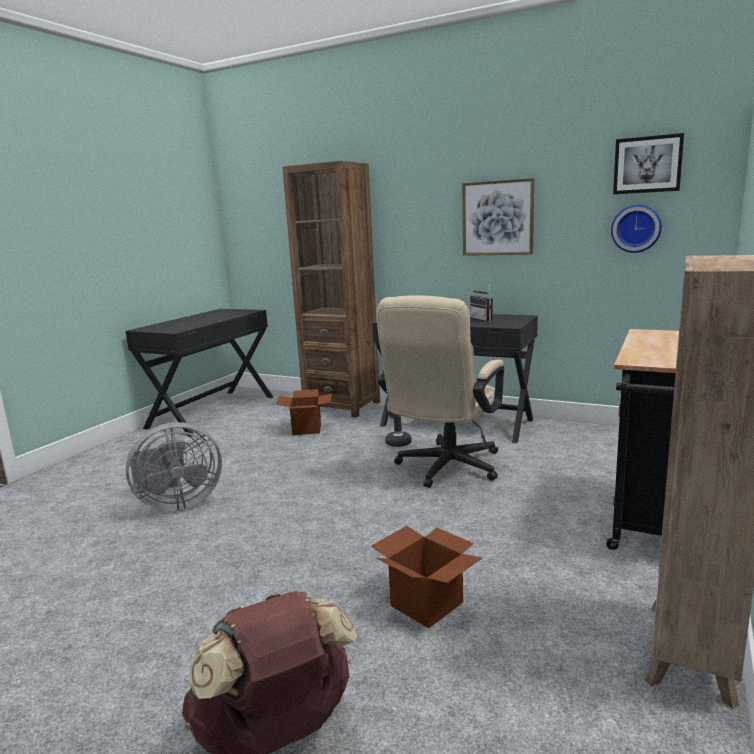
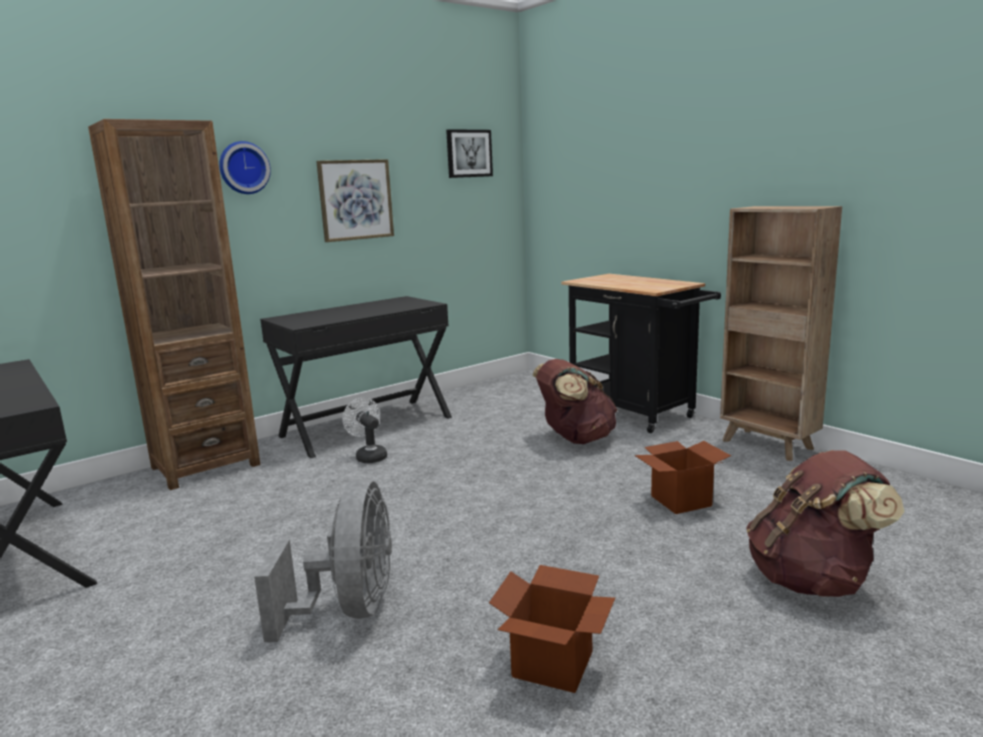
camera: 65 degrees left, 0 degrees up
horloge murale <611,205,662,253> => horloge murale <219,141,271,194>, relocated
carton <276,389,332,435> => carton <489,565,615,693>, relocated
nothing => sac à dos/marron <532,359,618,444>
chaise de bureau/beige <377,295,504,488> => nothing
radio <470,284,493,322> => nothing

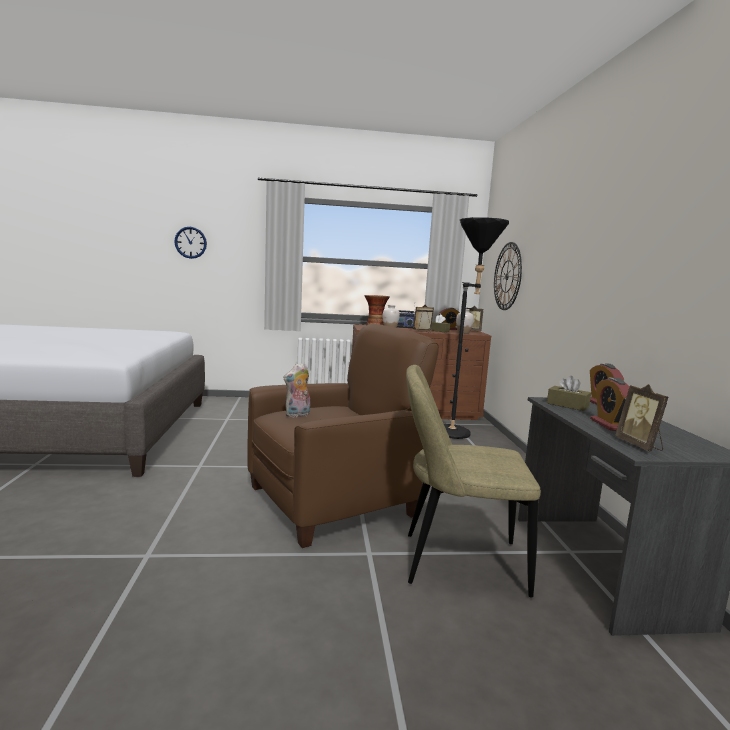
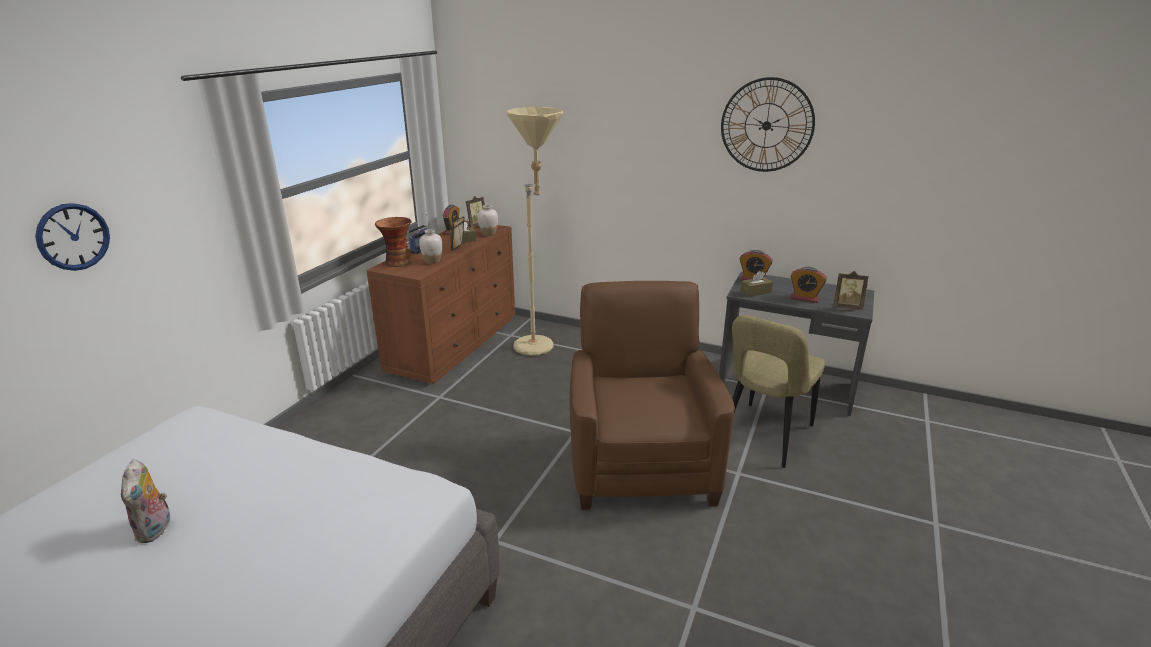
camera: 60 degrees left, 15 degrees up
peluche <283,363,310,417> => peluche <121,459,170,543>, relocated
lampadaire/noir <444,217,509,439> => lampadaire/beige <507,107,563,356>
horloge murale <494,242,522,310> => horloge murale <721,77,815,172>, relocated

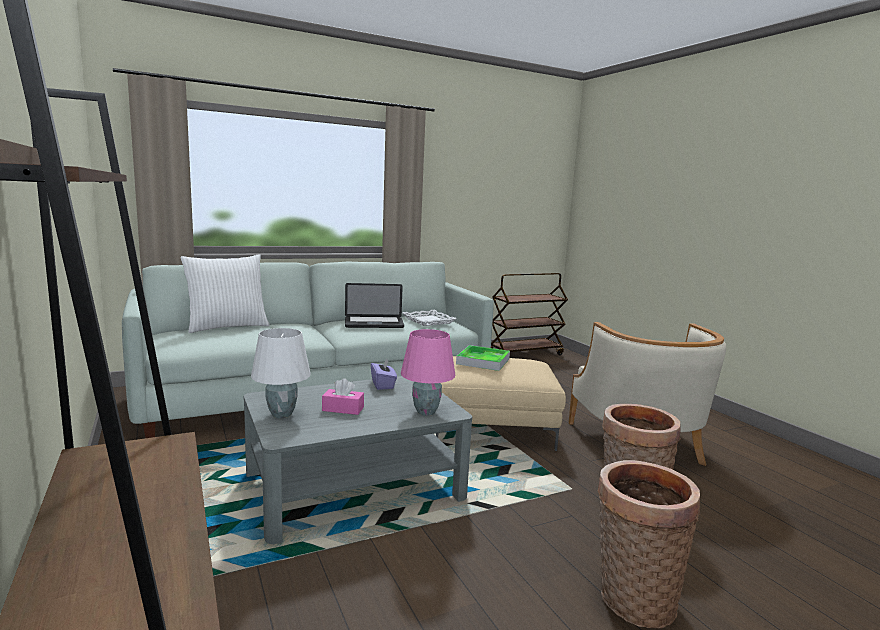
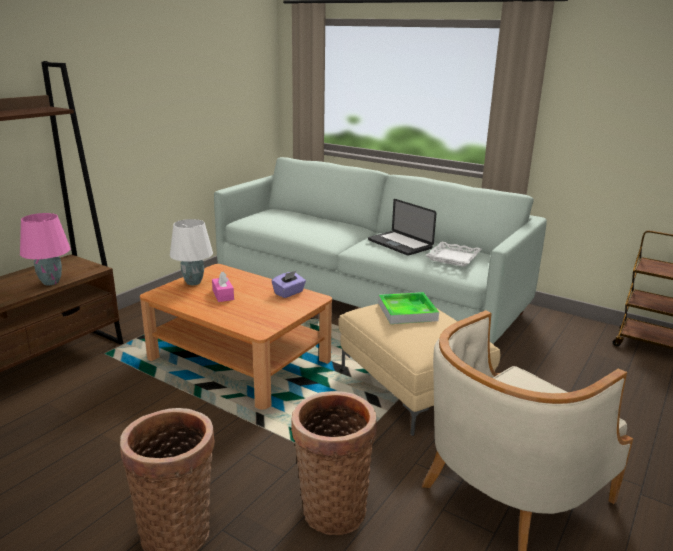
camera: 60 degrees right, 10 degrees up
lampe de table/rose <401,329,455,416> => lampe de table/rose <20,213,70,285>, relocated
table basse/gris <244,376,472,544> => table basse/marron <140,264,332,410>
coussin/blanc <181,254,270,333> => nothing

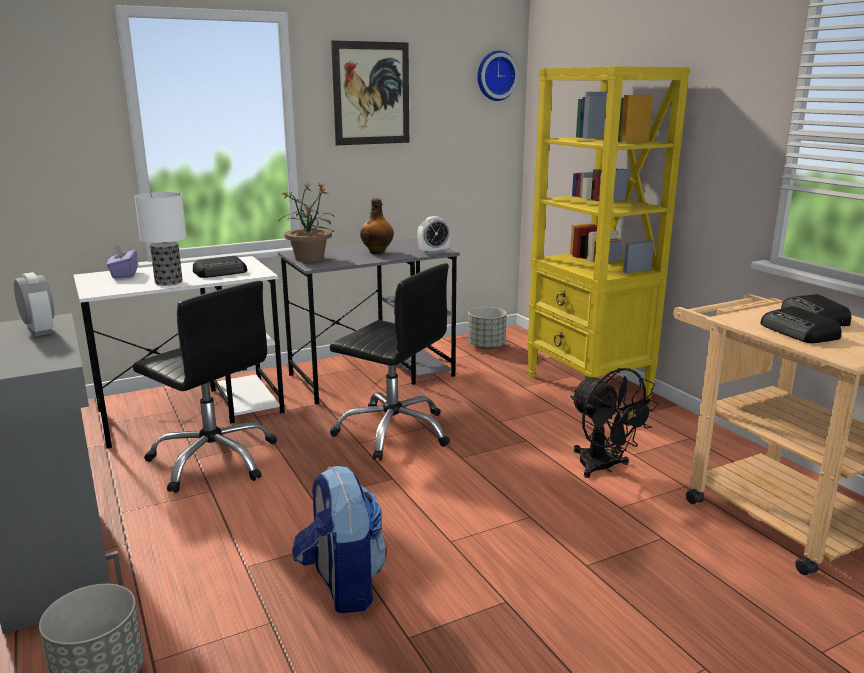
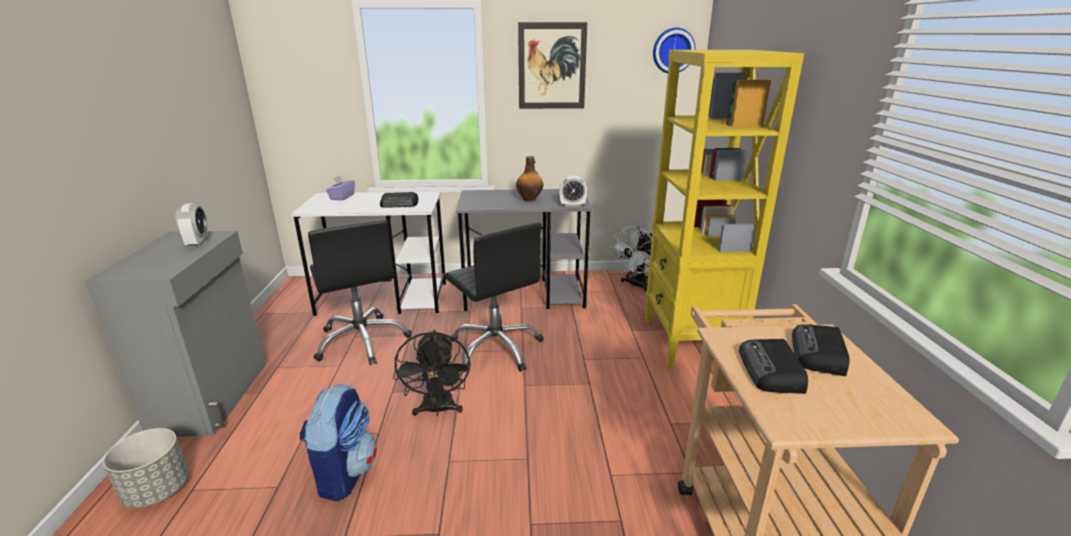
camera: 25 degrees right, 5 degrees up
ventilateur/noir <570,368,659,478> => ventilateur/noir <393,330,470,416>, relocated
cache-pot/gris <468,307,507,349> => ventilateur/blanc <610,226,652,292>
lampe de table <134,192,187,286> => nothing
plante en pot <279,182,335,262> => nothing

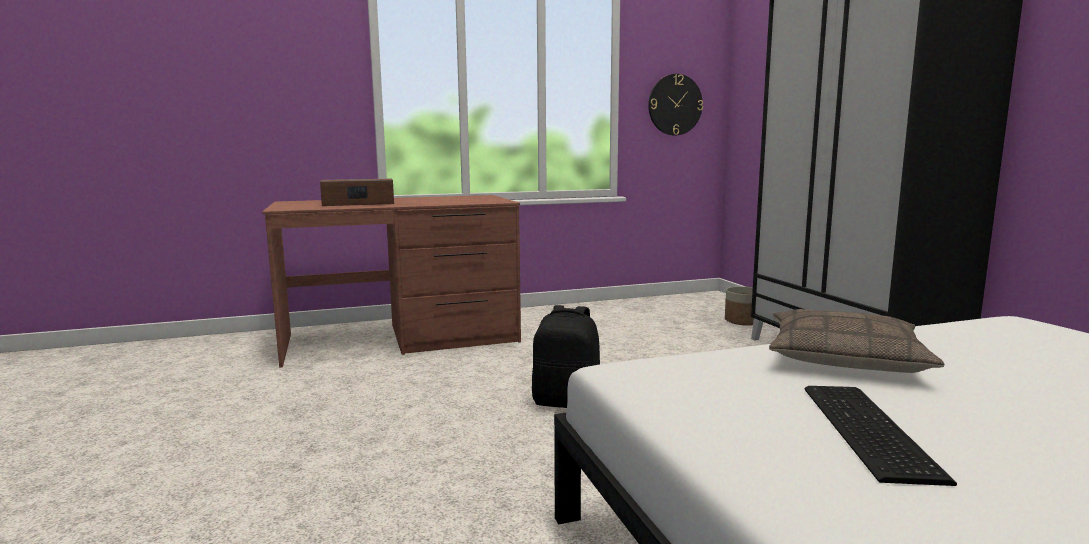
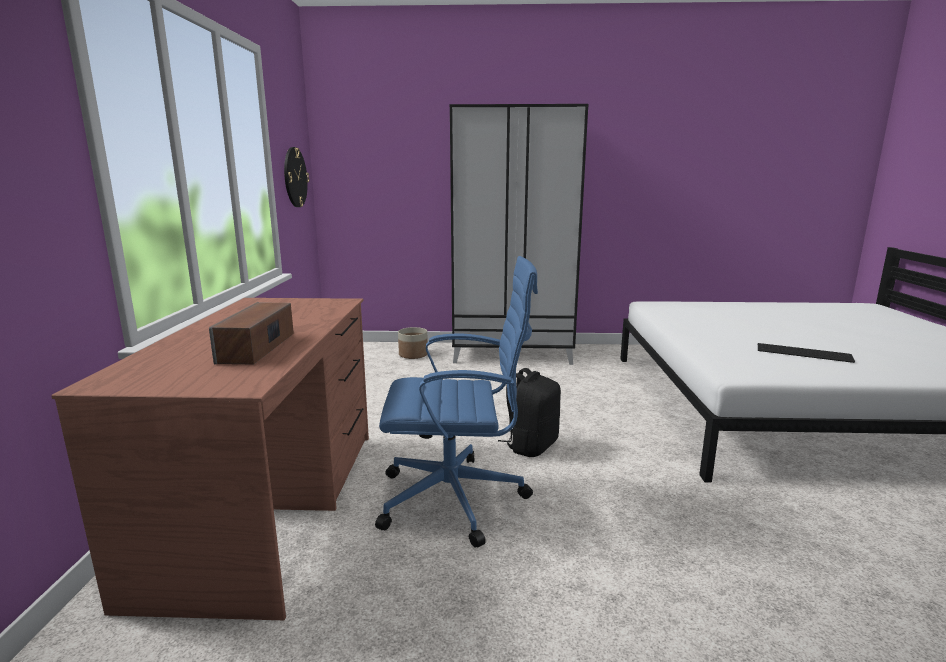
camera: 70 degrees left, 5 degrees up
nothing => chaise de bureau/bleu <375,256,538,548>
coussin <769,309,944,373> => nothing

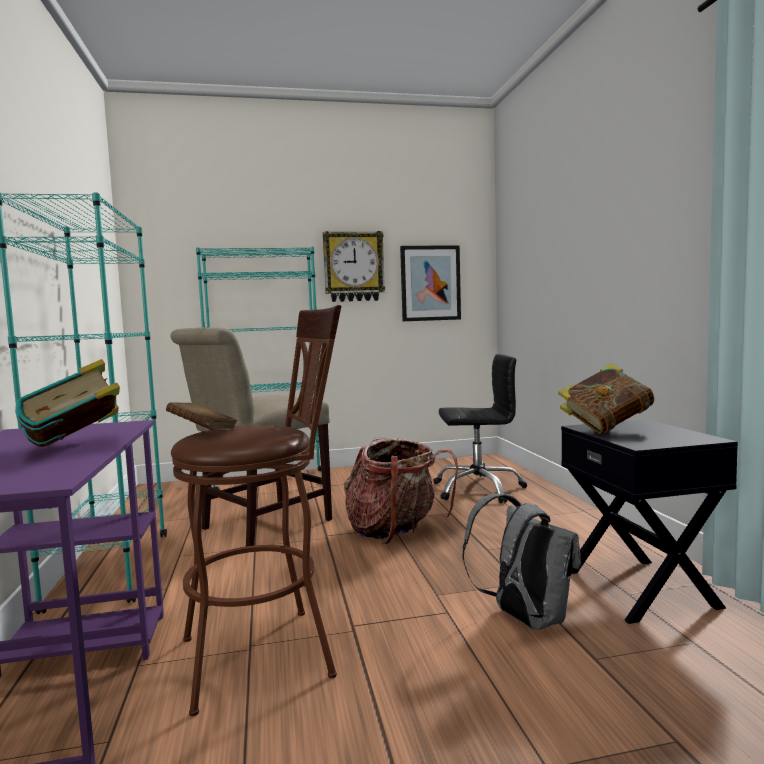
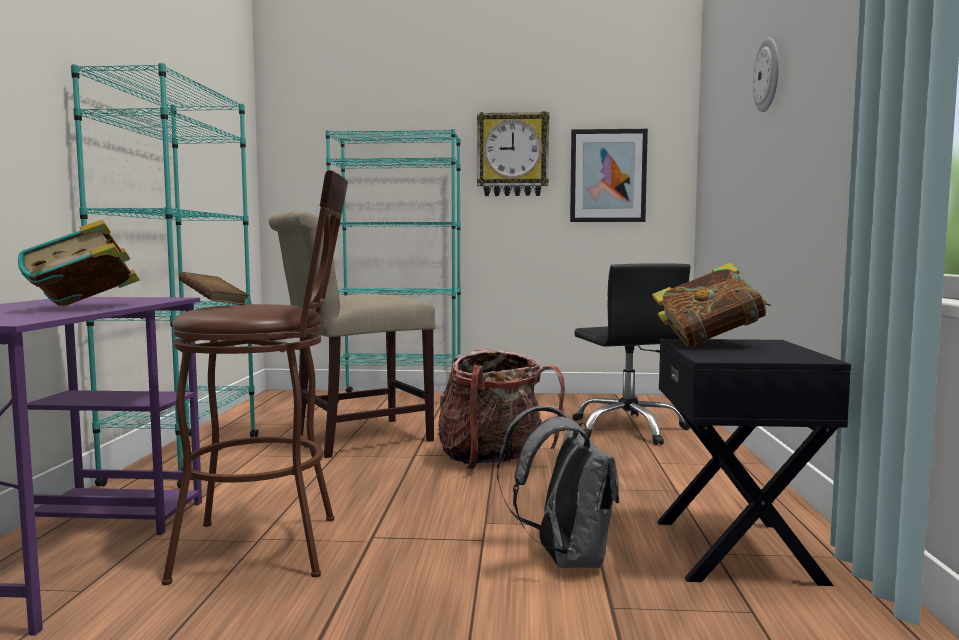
camera: 15 degrees right, 0 degrees up
chaise de bureau/noir <433,354,527,503> => chaise de bureau/noir <573,263,691,445>, 60 degrees clockwise
nothing => horloge murale <753,38,779,112>

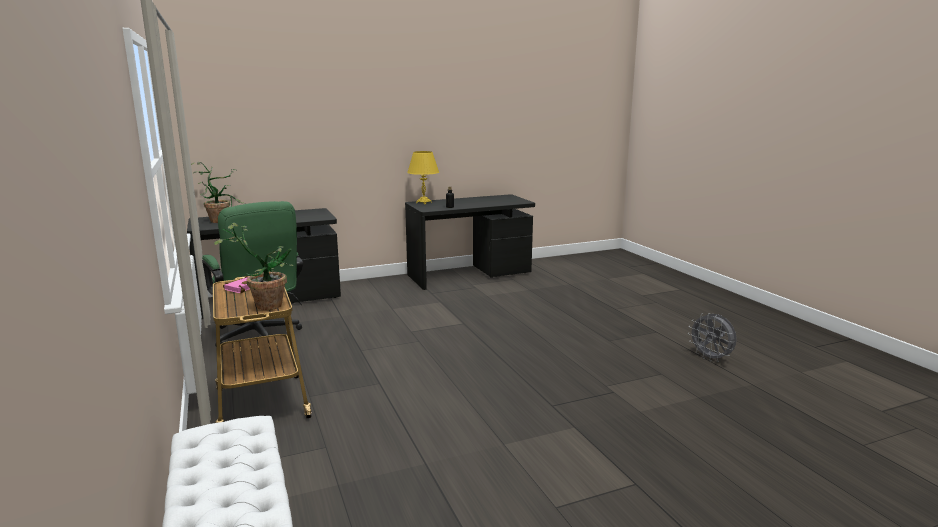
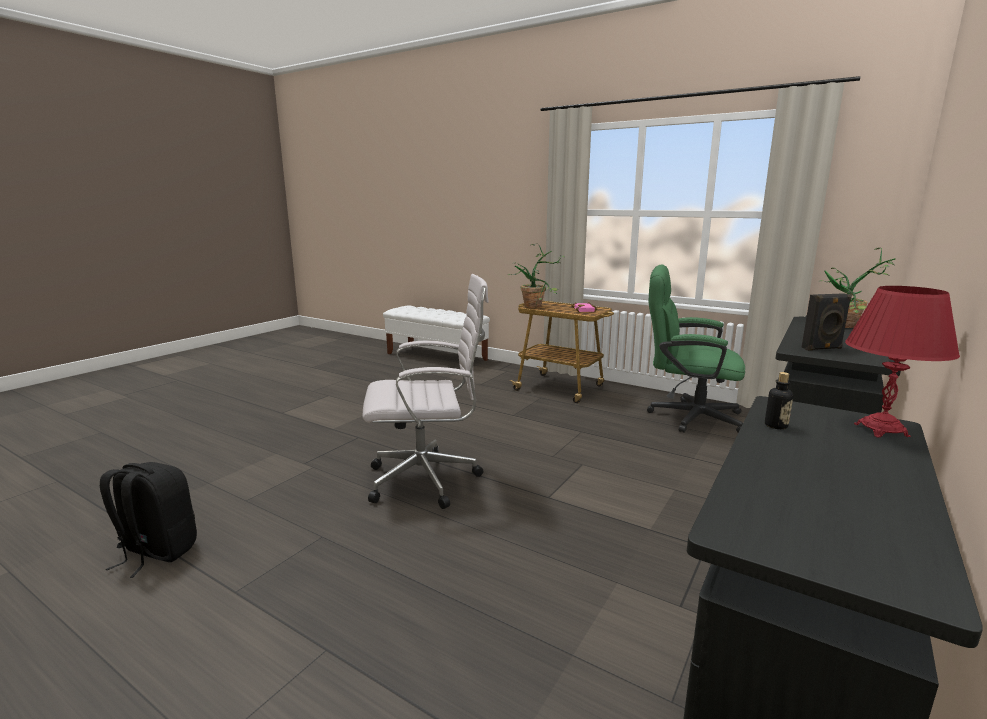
camera: 145 degrees right, 0 degrees up
ventilateur/gris <688,313,737,362> => sac à dos/noir <100,462,197,578>
nothing => chaise de bureau/blanc <362,274,489,509>
nothing => enceinte/noir <801,293,852,351>
lampe de table/jaune <407,151,439,204> => lampe de table/rouge <845,286,960,438>

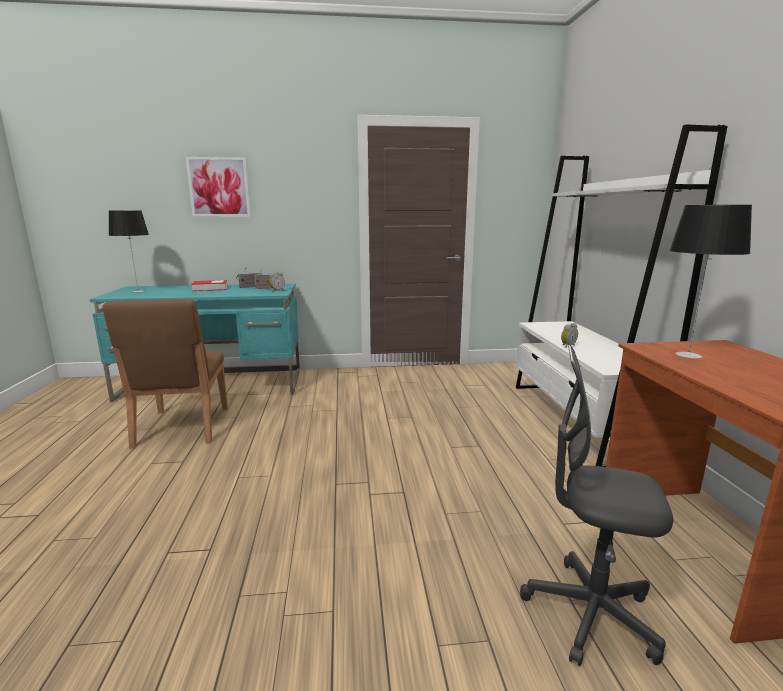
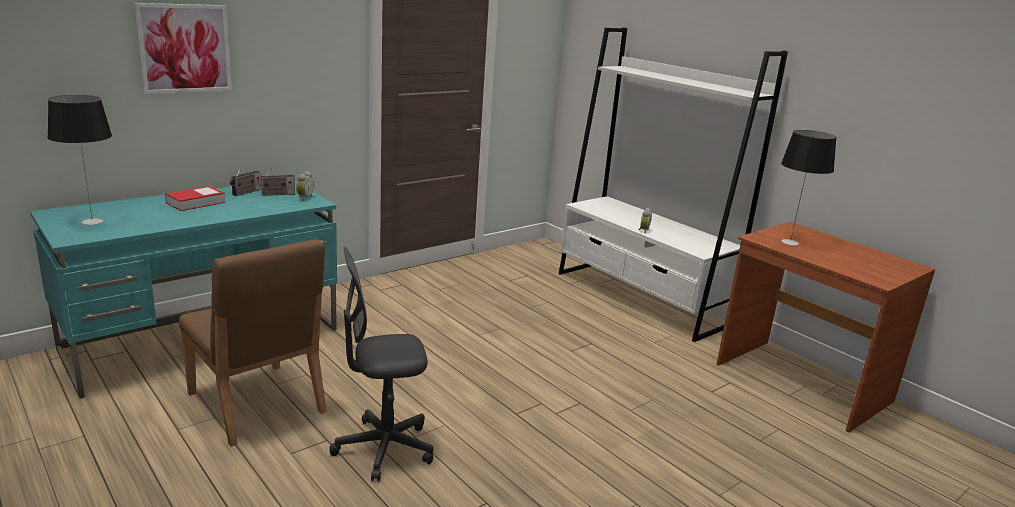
camera: 35 degrees left, 5 degrees up
chaise de bureau/gris <520,344,673,666> => chaise de bureau/gris <330,247,434,482>, relocated

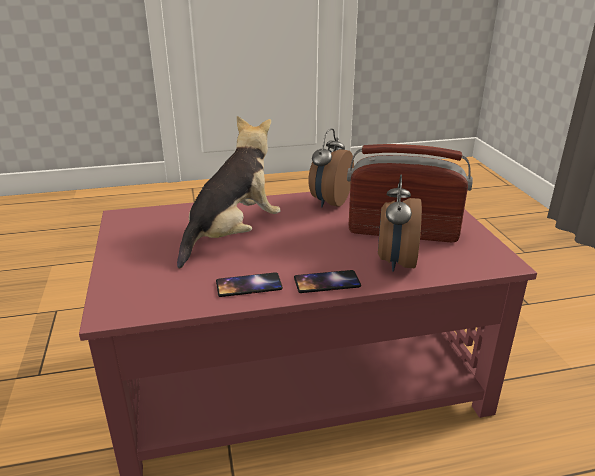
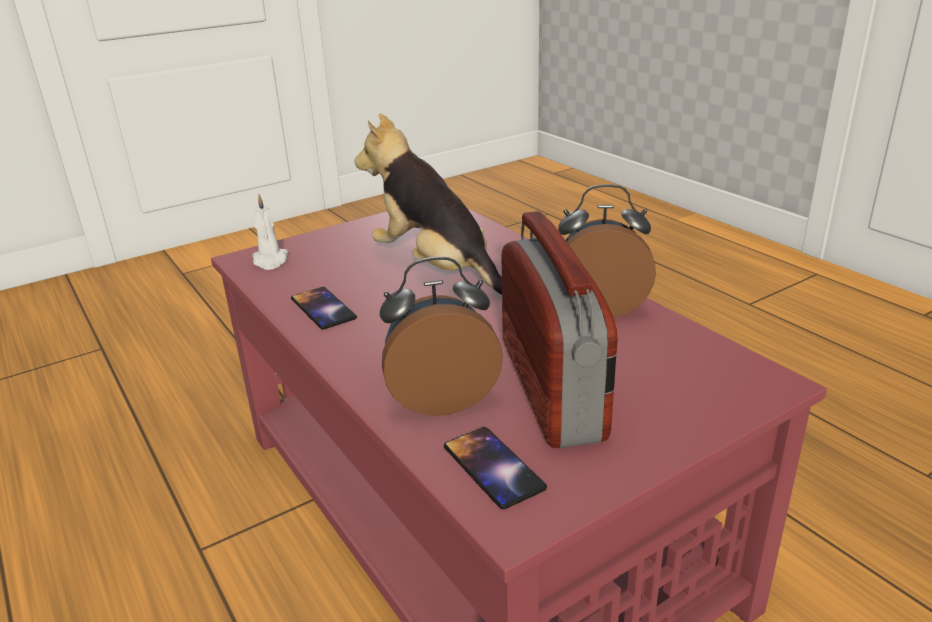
camera: 70 degrees right, 0 degrees up
nothing => bougie/blanc <252,194,288,270>
peluche <177,116,281,269> => peluche <354,113,502,295>, 150 degrees counterclockwise
téléphone <294,270,361,293> => téléphone <444,427,547,509>, relocated

